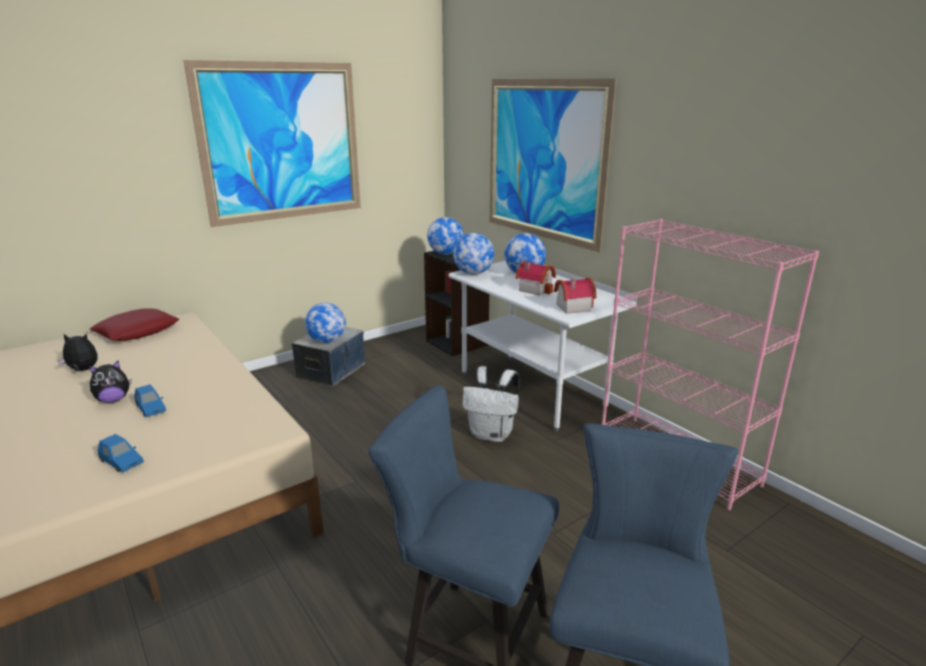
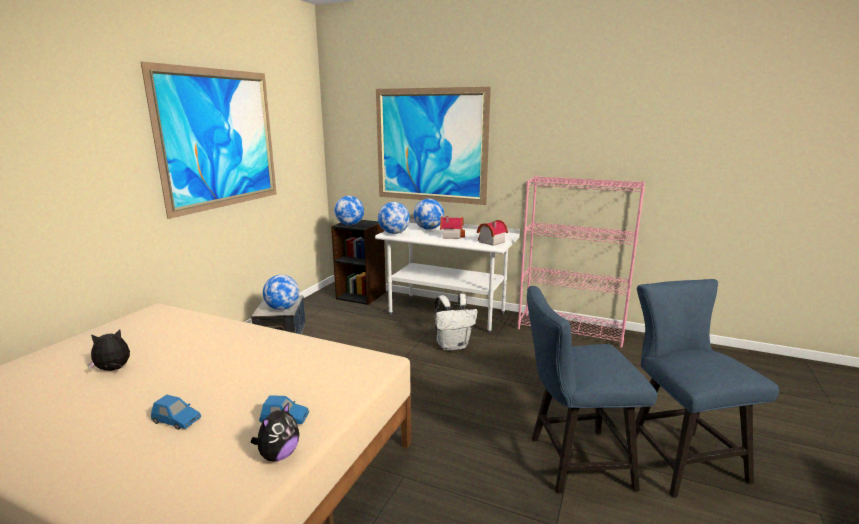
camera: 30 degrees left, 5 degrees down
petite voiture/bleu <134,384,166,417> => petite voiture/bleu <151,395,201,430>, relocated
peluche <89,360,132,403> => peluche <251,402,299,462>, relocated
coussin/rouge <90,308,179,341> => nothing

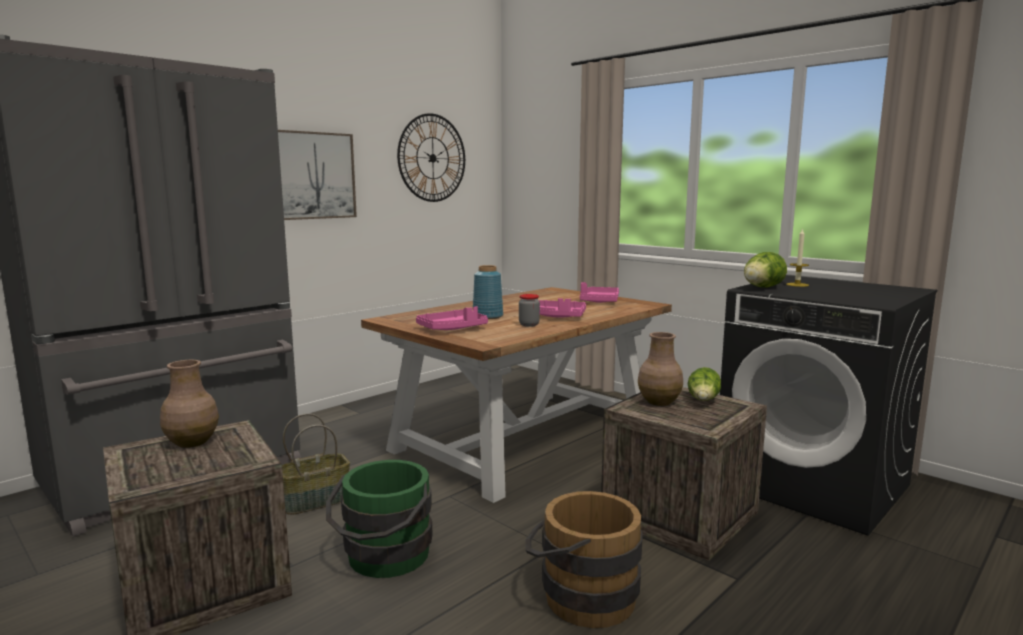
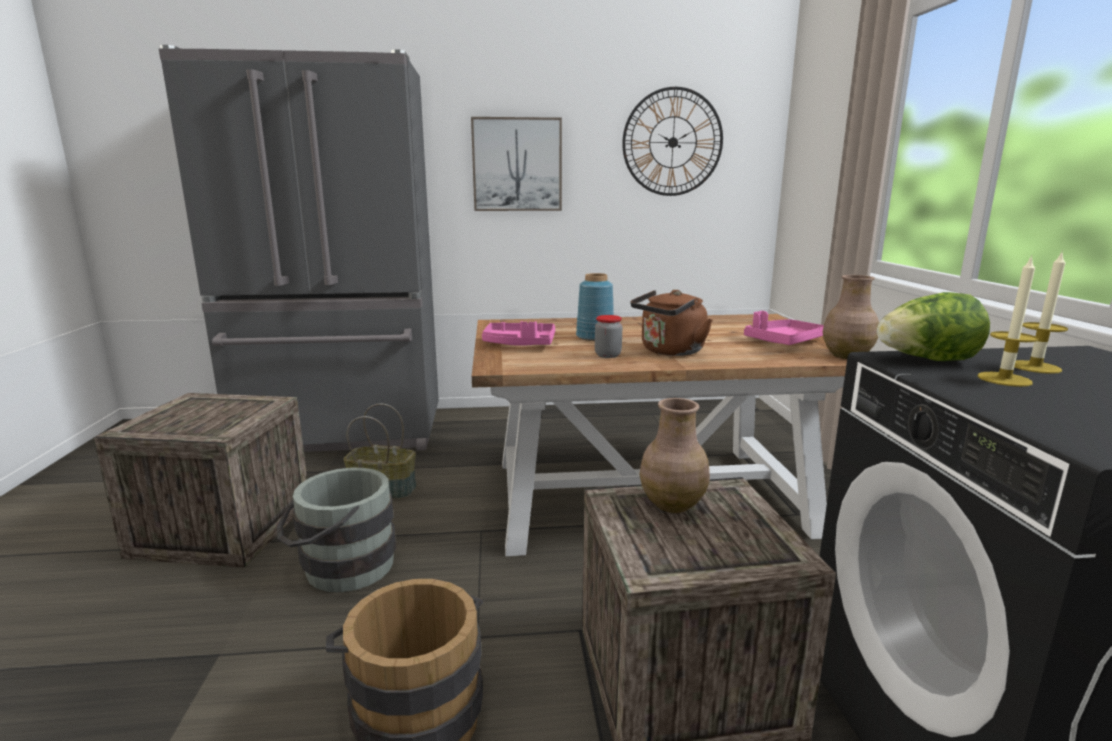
camera: 40 degrees right, 5 degrees up
seau/vert <326,460,433,578> => seau/gris <277,468,396,592>
plateau/rose <539,298,586,317> => bouilloire/marron <630,289,712,356>
vase/marron <160,360,219,448> => vase/marron <823,275,879,359>, relocated
nothing => bougie <977,255,1038,387>
laitue <688,367,721,401> => nothing

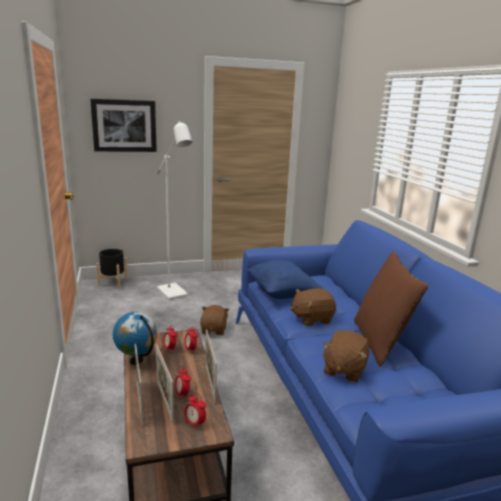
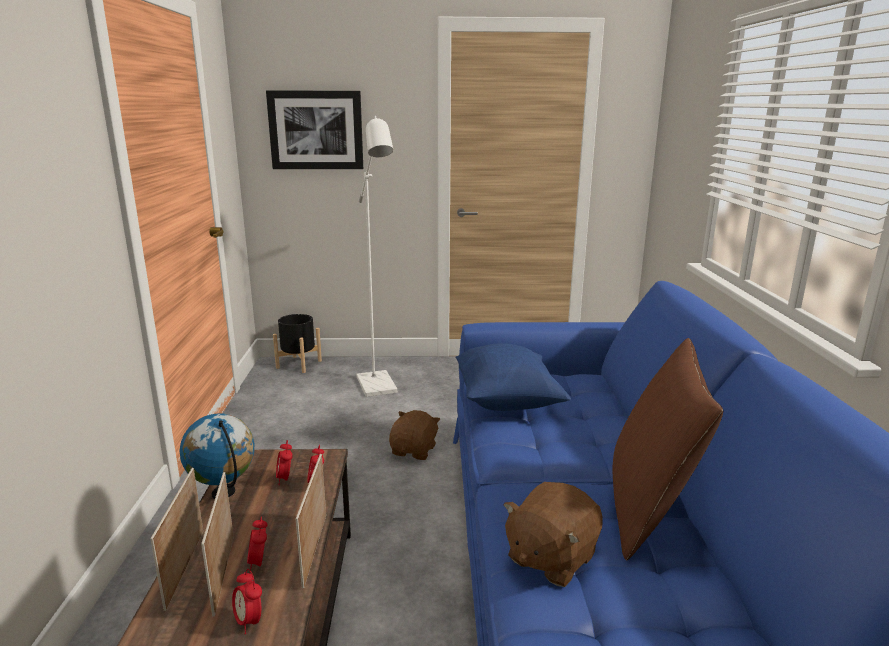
camera: 15 degrees right, 0 degrees up
peluche/marron <290,288,336,326> => nothing

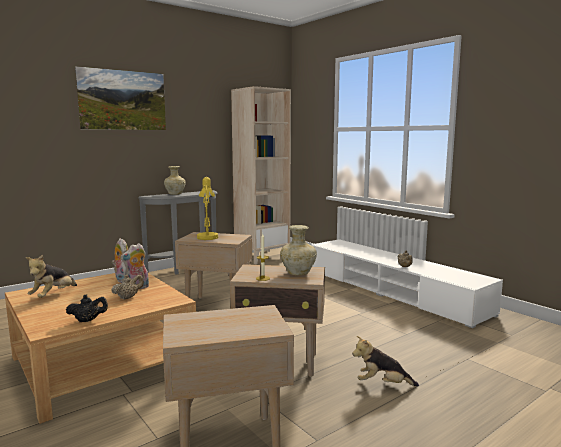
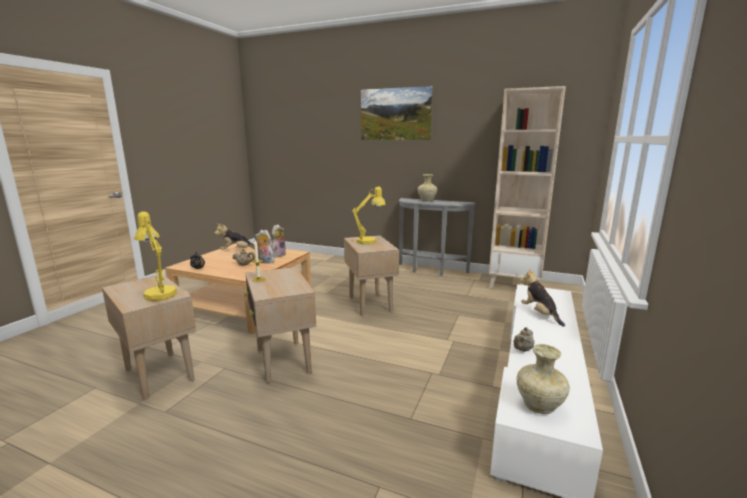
camera: 60 degrees right, 5 degrees up
nothing => lampe de table/jaune <134,211,177,301>
vase/beige <280,225,317,275> => vase/beige <517,344,570,414>, relocated
peluche <352,336,419,387> => peluche <520,269,565,327>, relocated

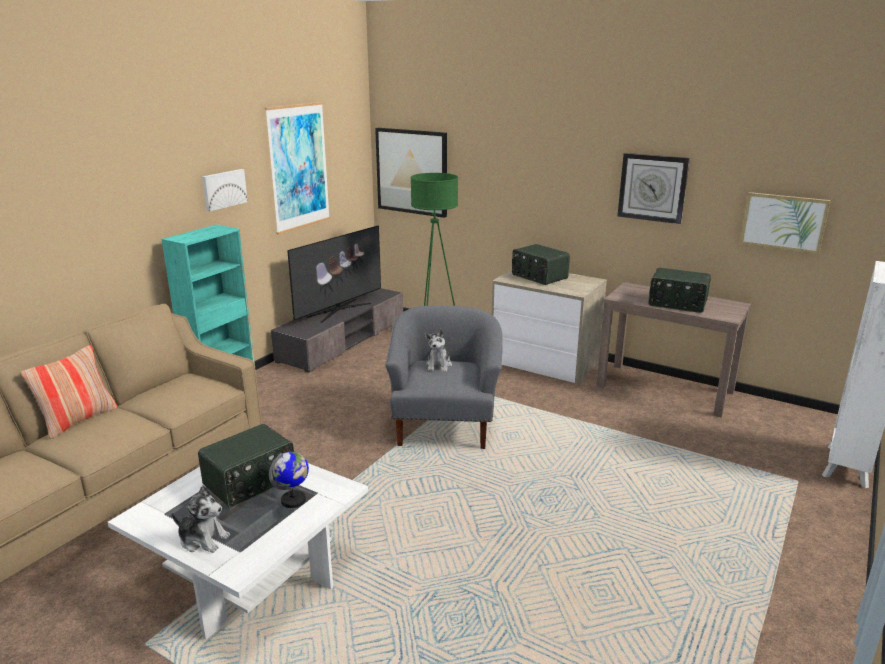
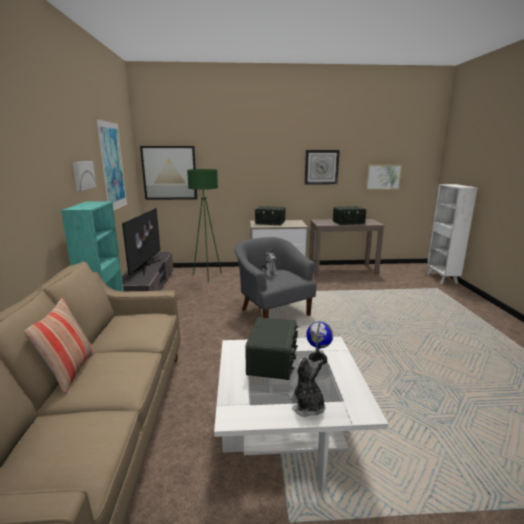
camera: 35 degrees left, 5 degrees down
peluche <172,485,230,553> => peluche <290,357,325,417>, 90 degrees counterclockwise

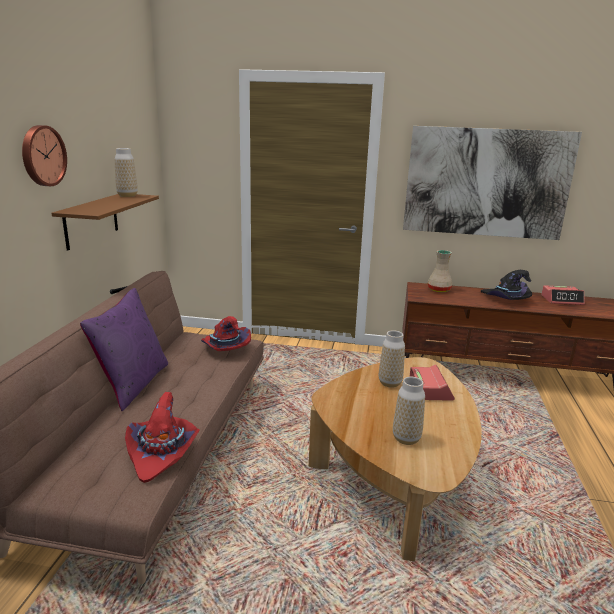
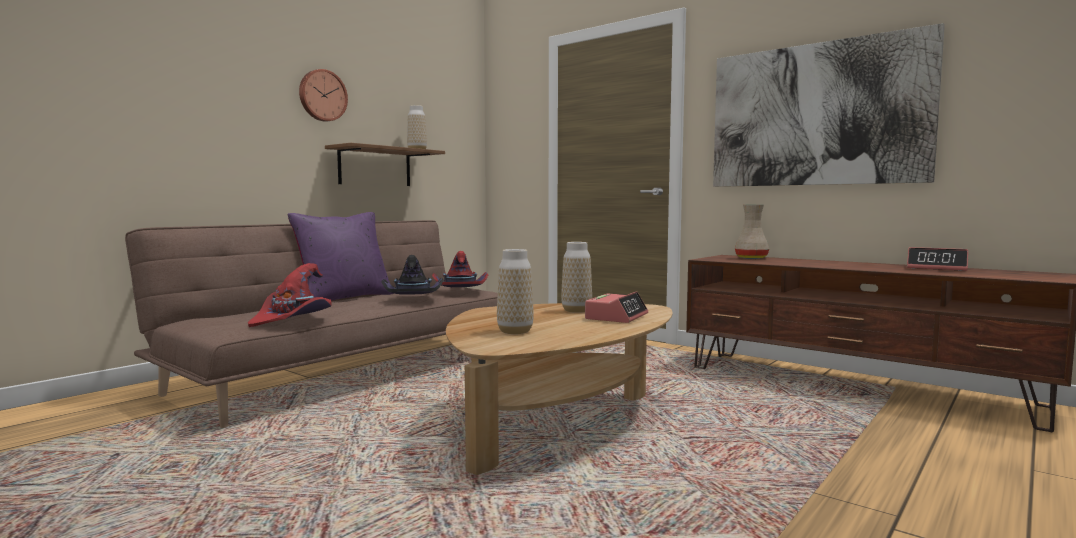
camera: 30 degrees right, 15 degrees down
chapeau/noir <481,270,532,300> => chapeau/noir <381,255,444,295>, relocated

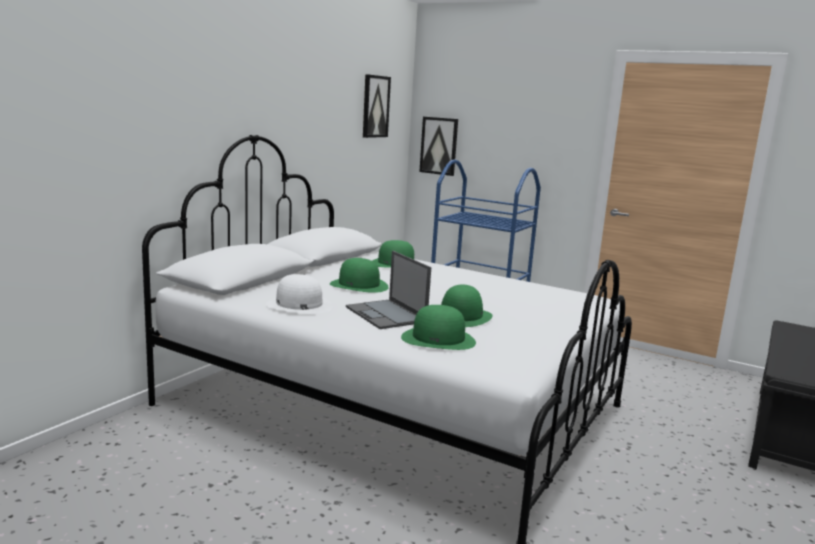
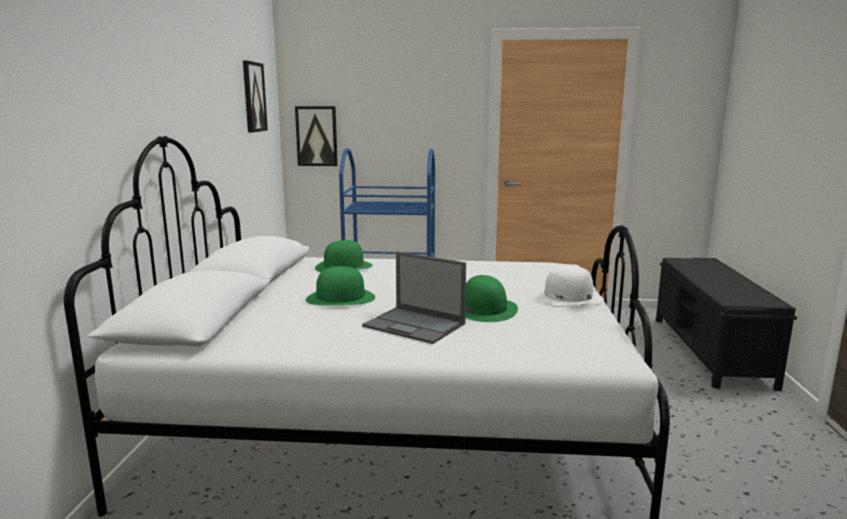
camera: 25 degrees left, 0 degrees up
chapeau/blanc <266,274,333,314> => chapeau/blanc <534,266,604,305>, relocated
chapeau/vert <401,305,476,350> => nothing

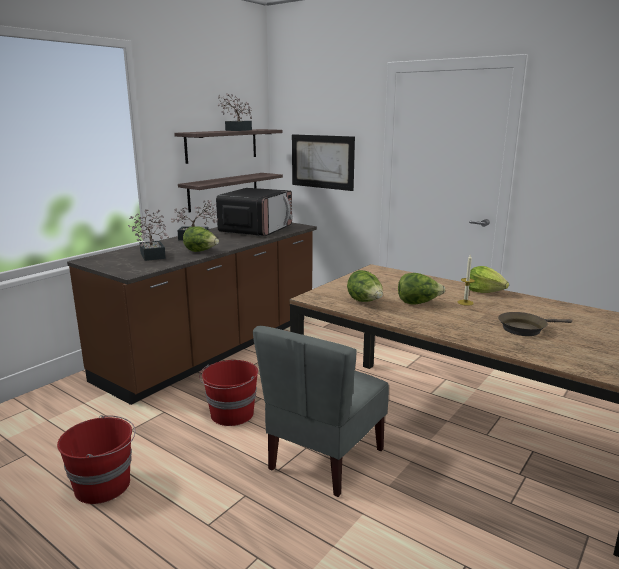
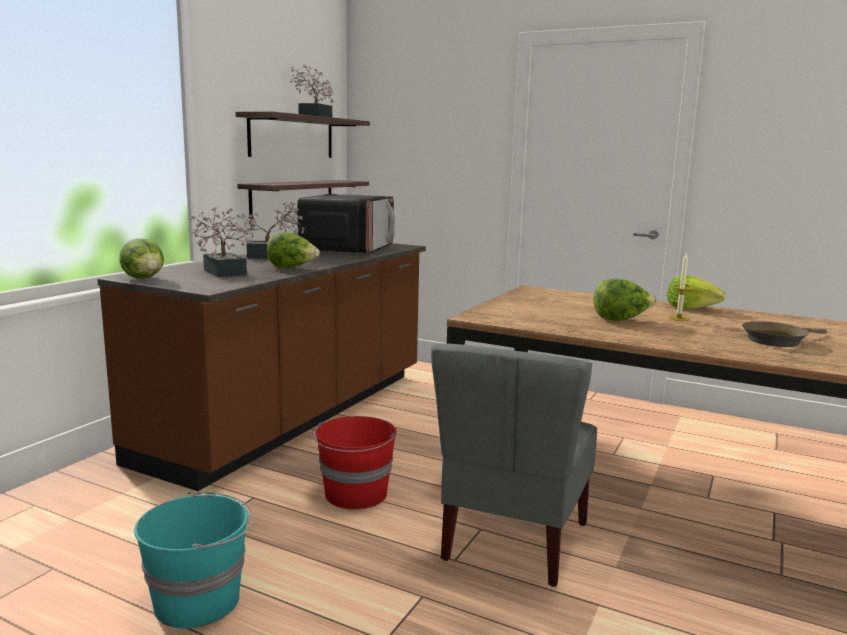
camera: 10 degrees left, 5 degrees down
laitue <347,270,383,302> => laitue <119,238,164,279>, relocated
seau/rouge <57,415,136,504> => seau/turquoise <134,492,253,629>
tableau <292,134,355,191> => nothing

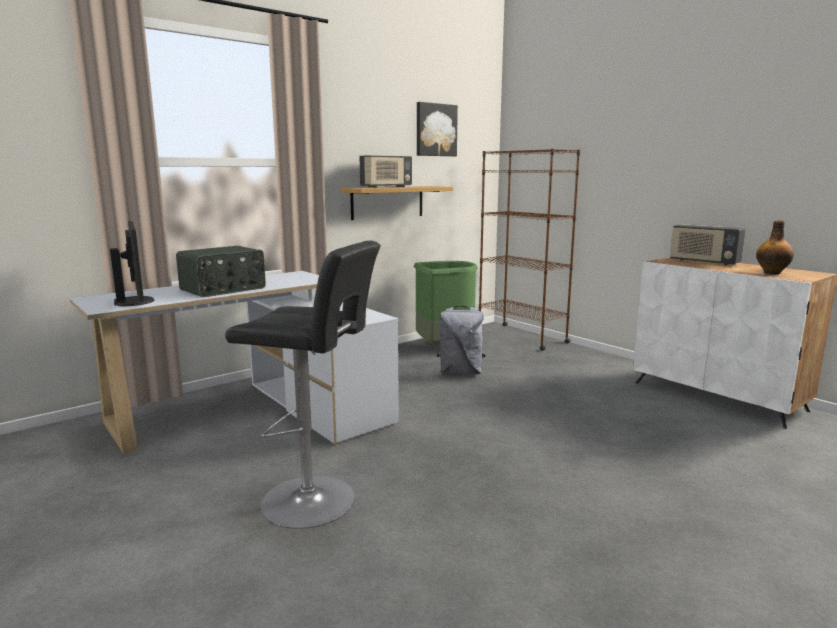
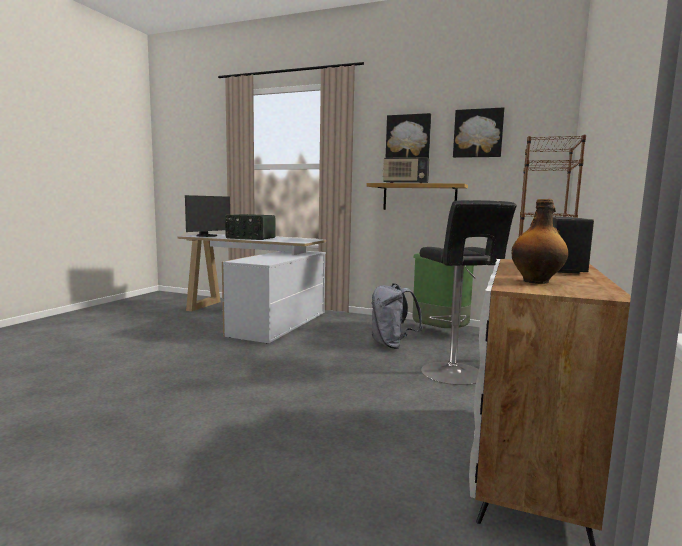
camera: 60 degrees right, 5 degrees down
nothing => tableau <386,113,431,158>
tabouret/noir <225,240,381,529> => tabouret/noir <420,200,517,385>, relocated

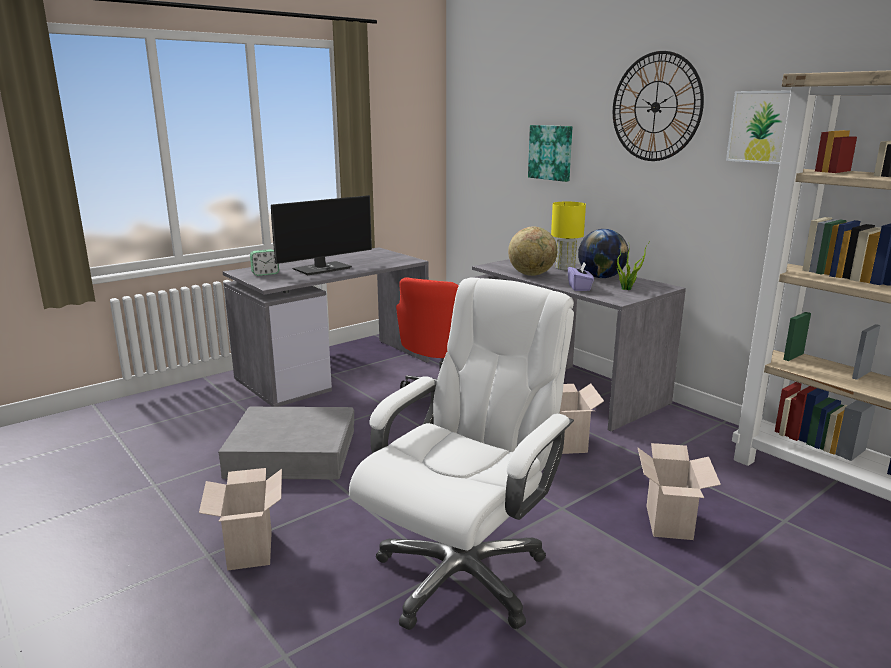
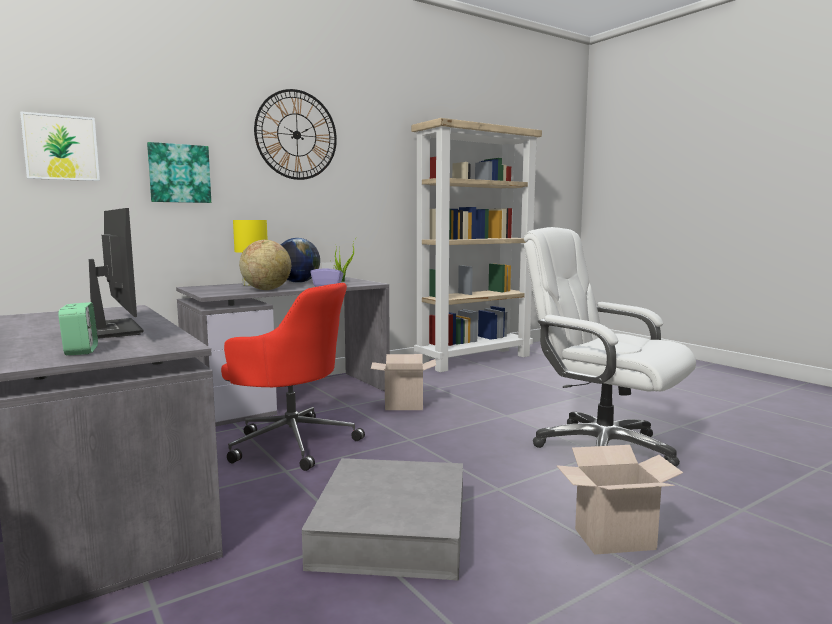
camera: 85 degrees left, 10 degrees down
tableau <726,91,791,164> => tableau <20,111,100,181>, relocated
carton <638,443,721,540> => nothing

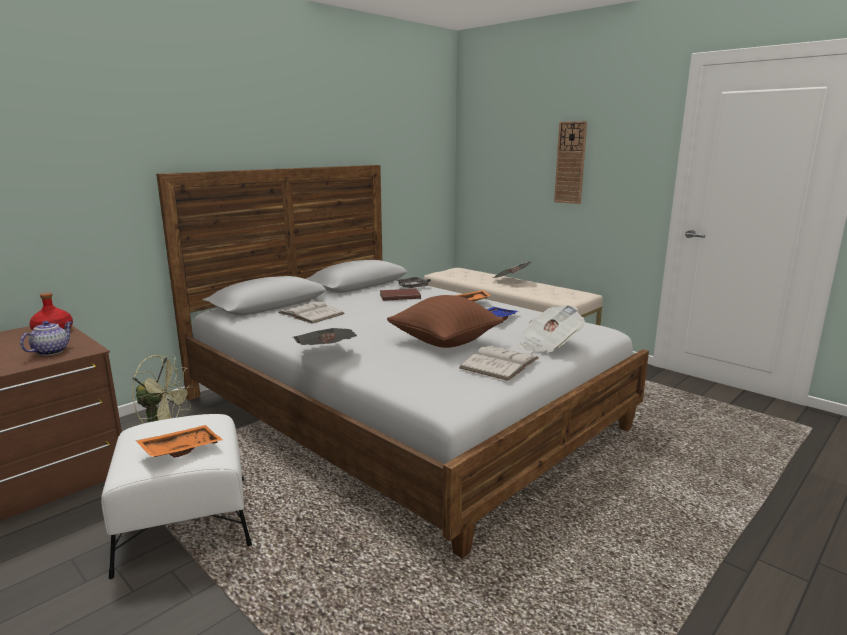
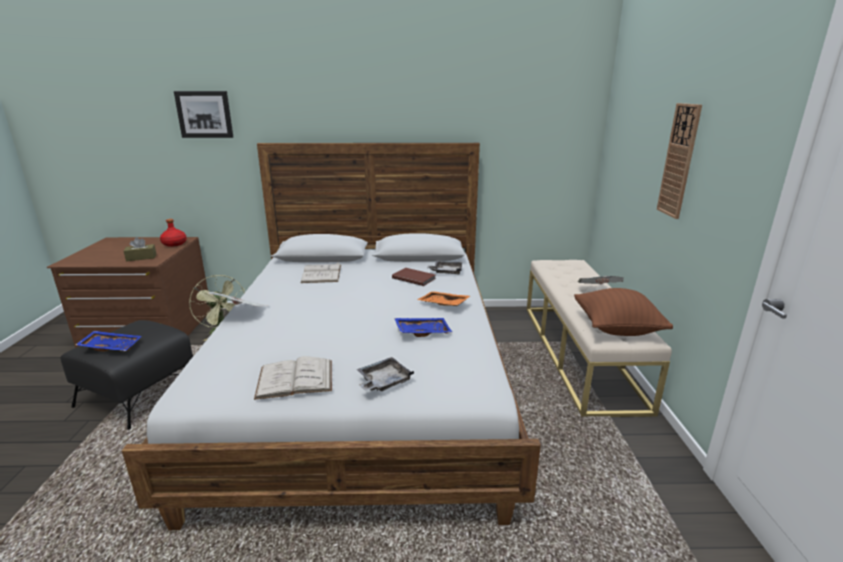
camera: 45 degrees right, 5 degrees up
pouf/blanc <101,414,252,579> => pouf/noir <61,320,193,430>
plateau/orange <136,425,223,458> => plateau/bleu <76,331,142,351>
théière <20,321,72,356> => boîte à mouchoirs/marron <124,237,156,261>
nothing => tableau <174,91,233,138>
journal <518,305,585,353> => plateau/gris <357,357,414,391>
coussin/marron <387,295,504,348> => coussin/marron <574,288,673,336>, relocated

